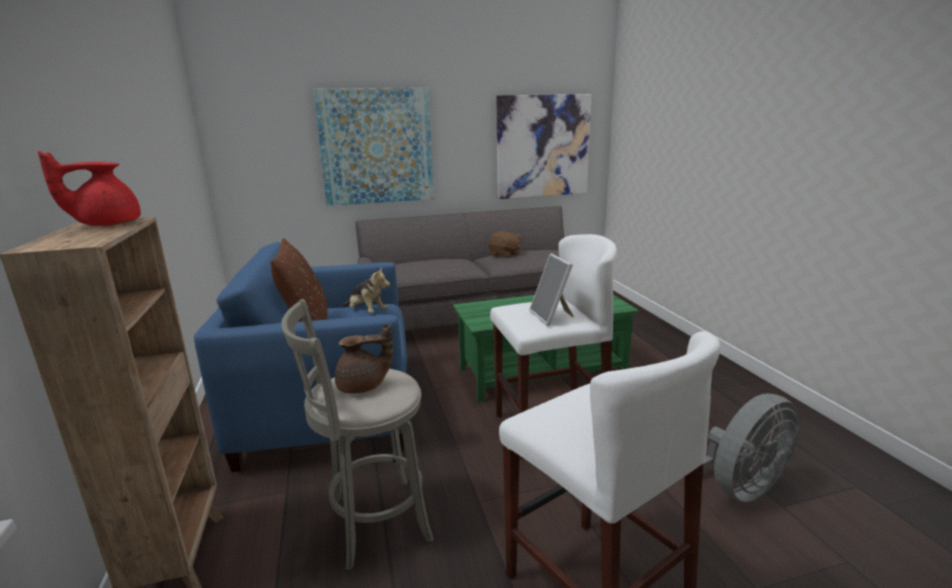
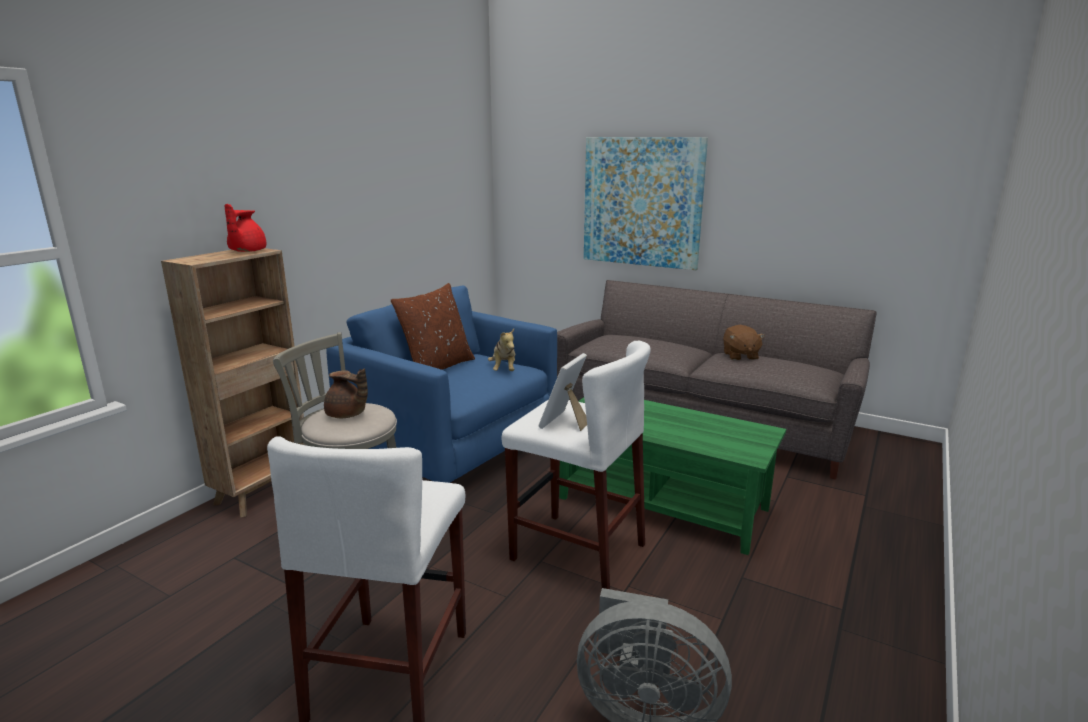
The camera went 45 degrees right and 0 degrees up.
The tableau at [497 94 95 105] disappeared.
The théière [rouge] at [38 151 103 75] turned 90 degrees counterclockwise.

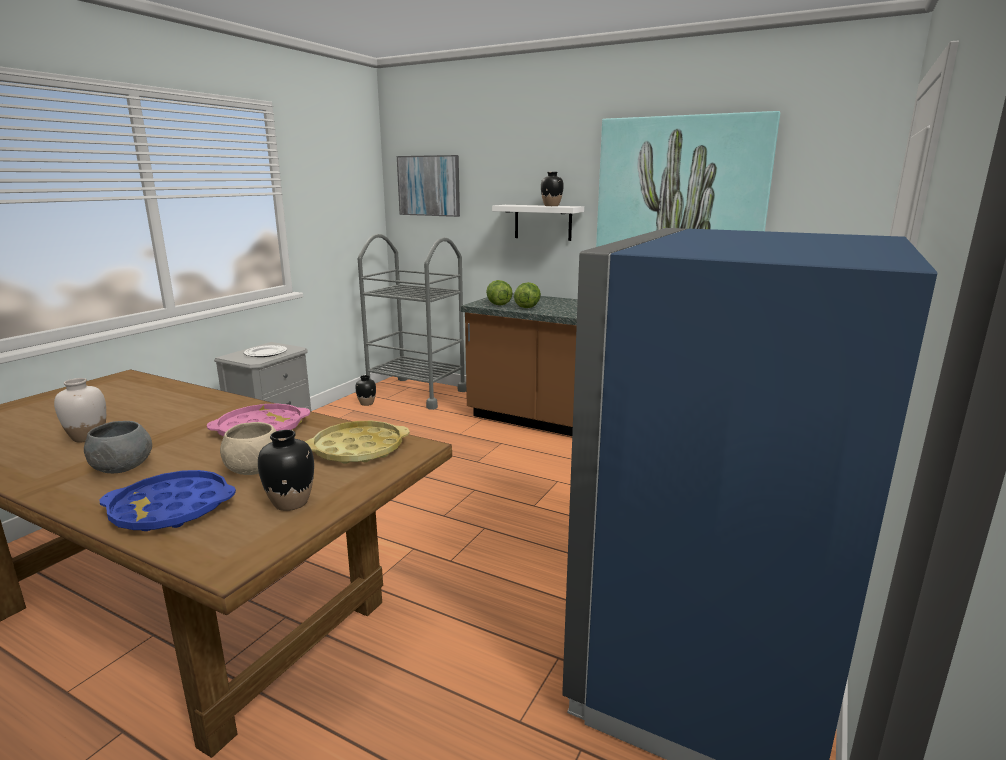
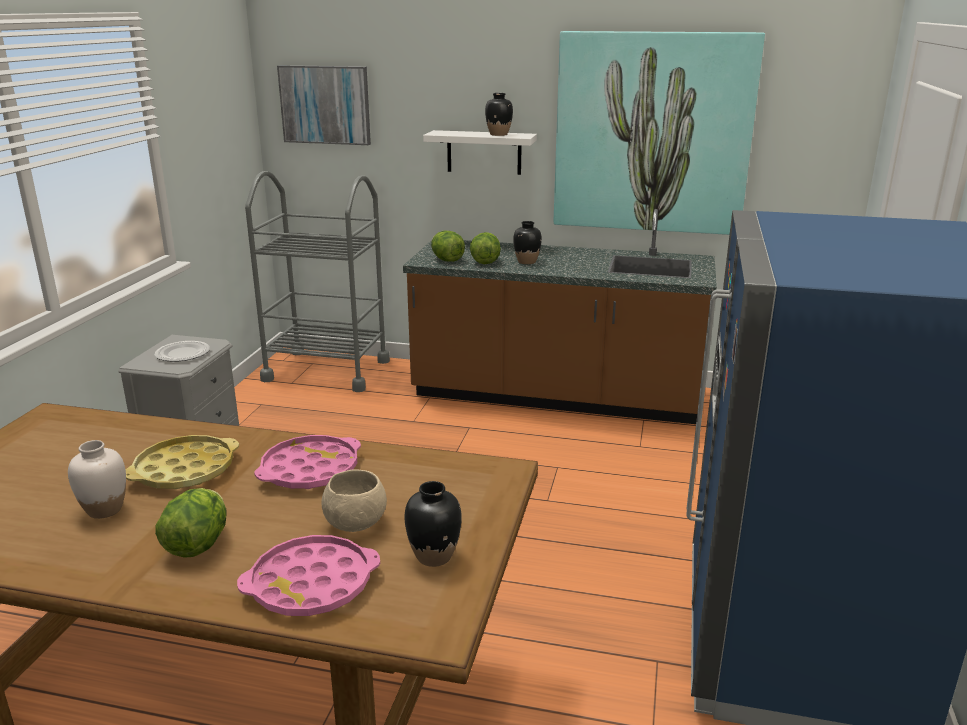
The camera went 15 degrees left and 5 degrees up.
The vase [noir] moved from [355 375 21 31] to [513 221 29 43].
The bol [gris] at [84 421 68 52] was replaced by the laitue at [155 488 72 70].
The plateau [jaune] moved from [305 421 105 43] to [125 435 114 54].
The plateau [bleu] at [100 470 136 61] became the plateau [rose] at [237 535 143 81].

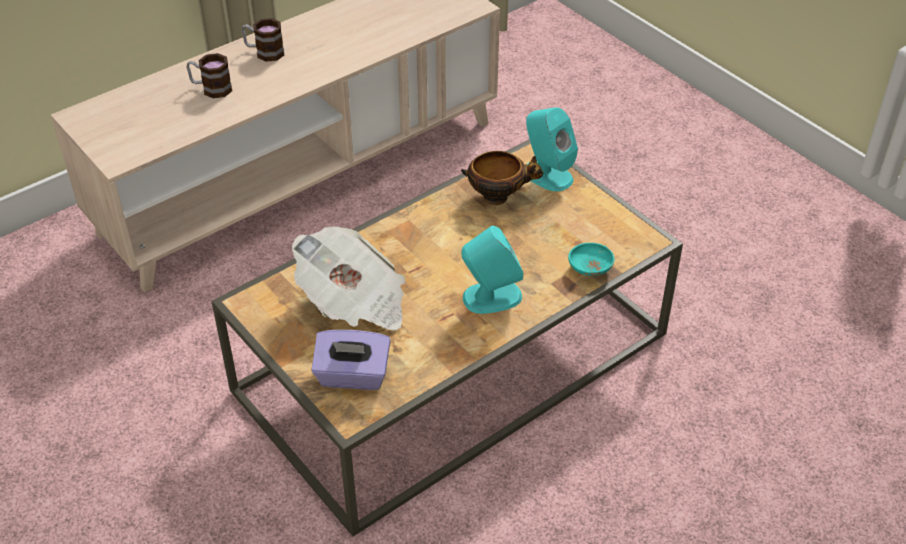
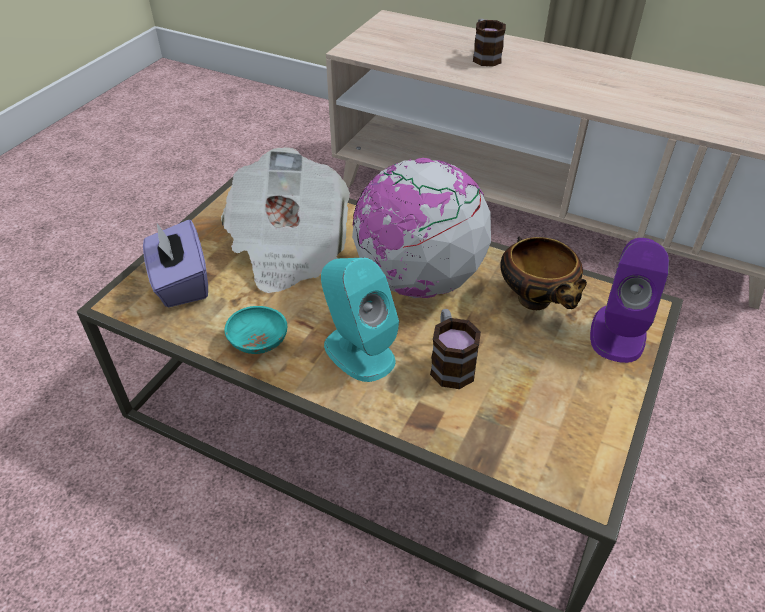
The camera went 65 degrees right and 0 degrees up.
The mug moved from [242 18 42 44] to [430 309 51 80].
The enceinte [turquoise] at [526 107 52 84] became the enceinte [violet] at [590 238 79 125].
The bol [turquoise] moved from [568 243 47 33] to [224 306 63 48].
The globe at [352 158 139 140] appeared.

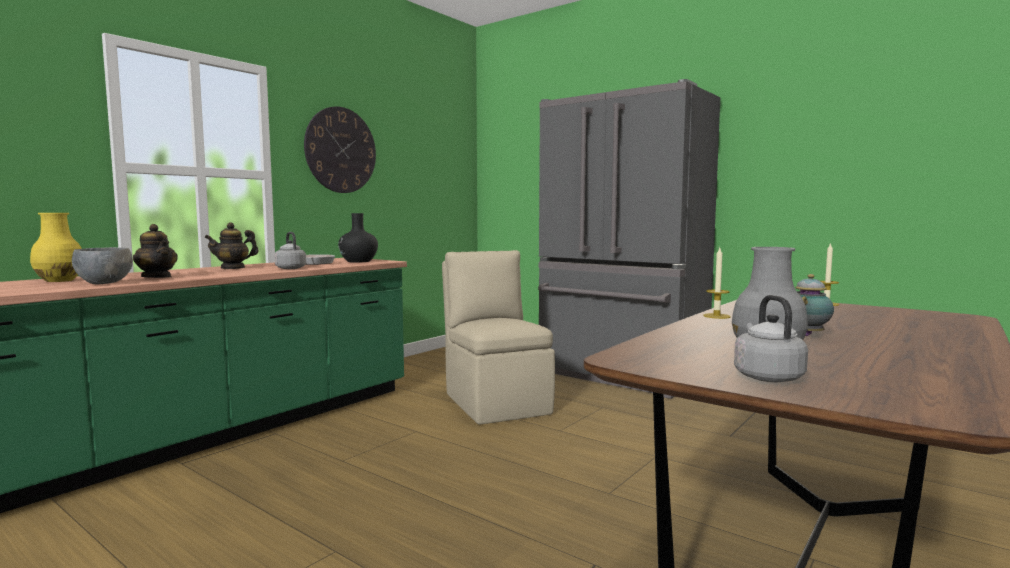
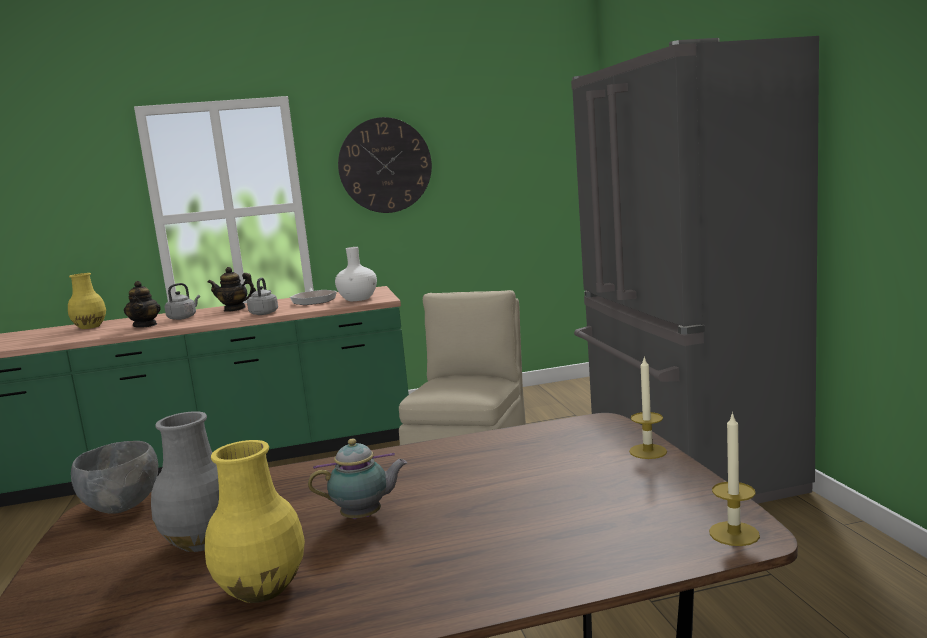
The camera went 40 degrees right and 5 degrees up.
The vase [noir] at [338 213 40 50] became the vase [blanc] at [335 247 42 54].
The bol [gris] moved from [72 247 61 37] to [71 441 87 73].
The bougie moved from [703 248 28 71] to [709 412 51 134].
The bouilloire [gris] moved from [734 295 74 87] to [165 283 35 37].
The vase [jaune] at [205 440 100 163] appeared.

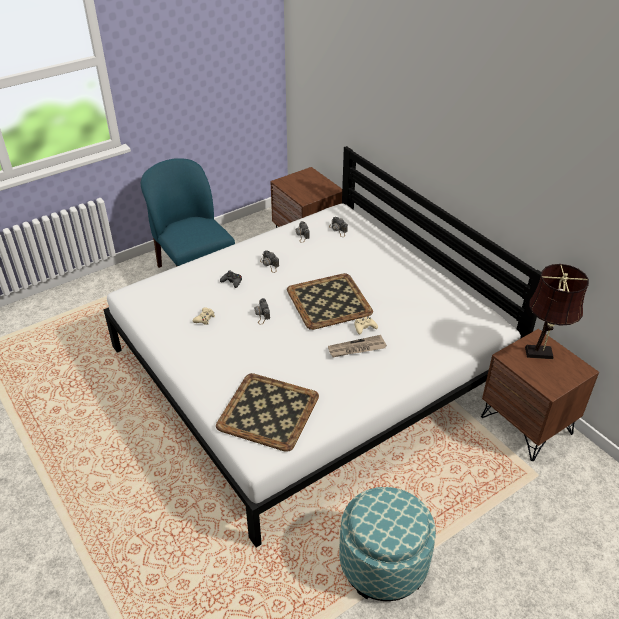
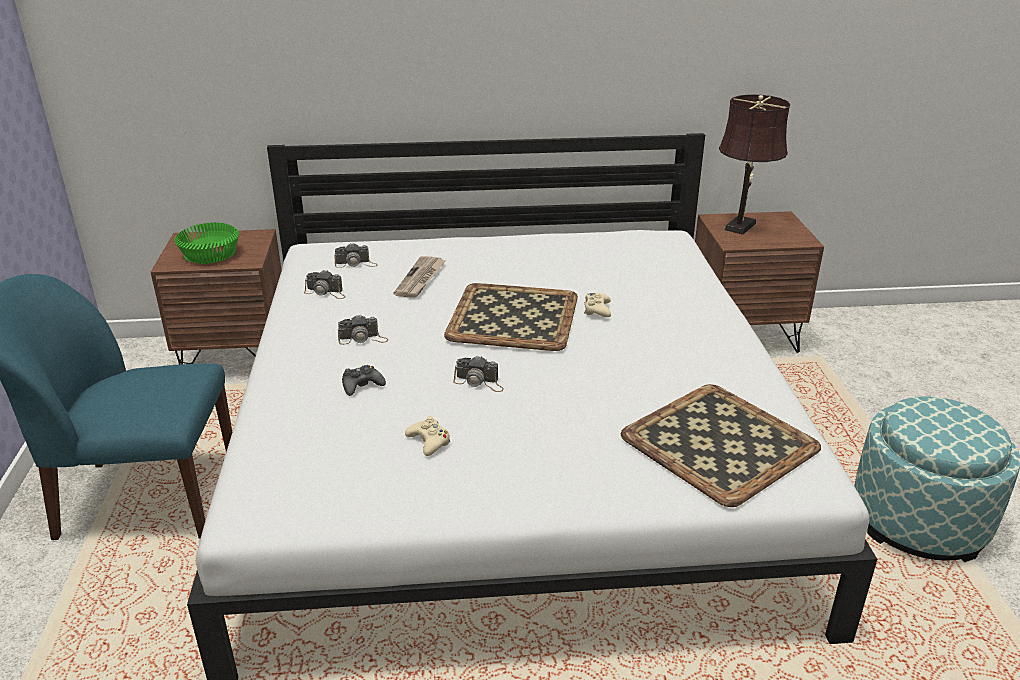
The camera went 60 degrees left and 10 degrees down.
The journal moved from [328 335 59 23] to [394 256 52 42].
The bol [vert] at [175 222 64 42] appeared.

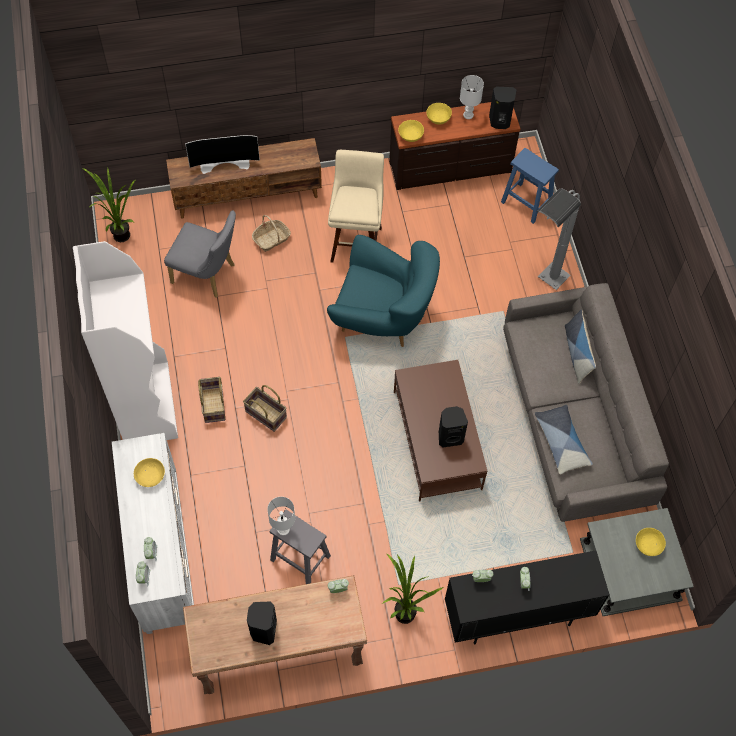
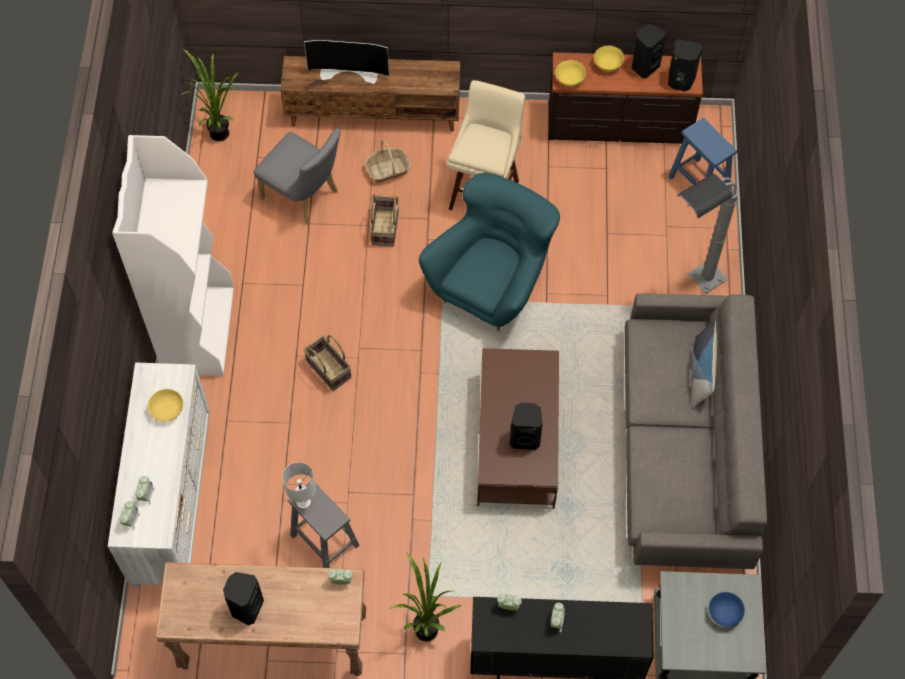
The camera went 15 degrees right and 0 degrees up.
The lampe de table [blanc] at [460 75 24 44] was replaced by the enceinte [noir] at [632 24 34 54].
The fauteuil [turquoise] at [327 235 113 112] turned 90 degrees counterclockwise.
The panier moved from [198 377 27 46] to [370 194 29 52].
The coussin at [535 405 58 70] disappeared.
The bol [jaune] at [636 528 30 28] became the bol [bleu] at [709 592 36 35].

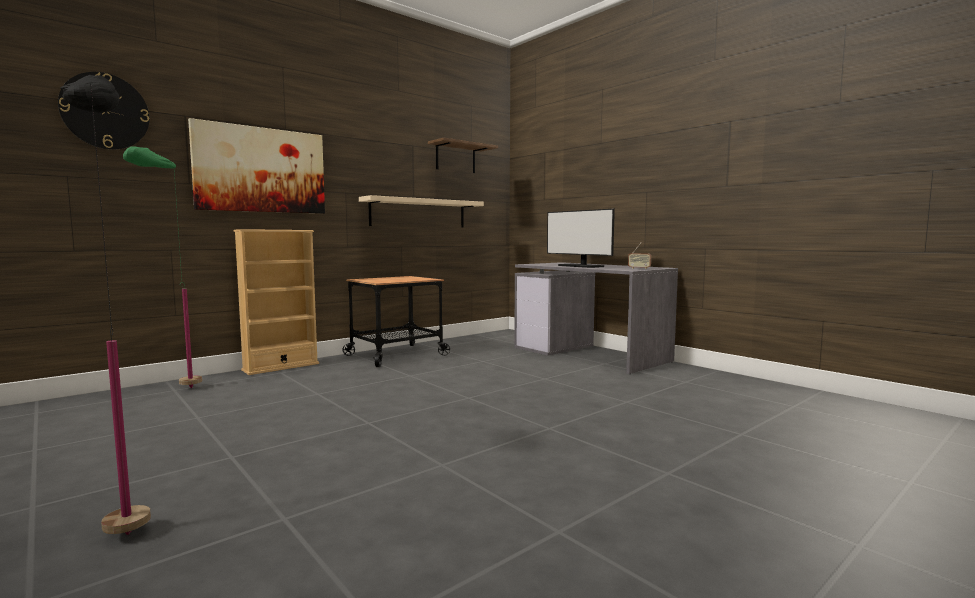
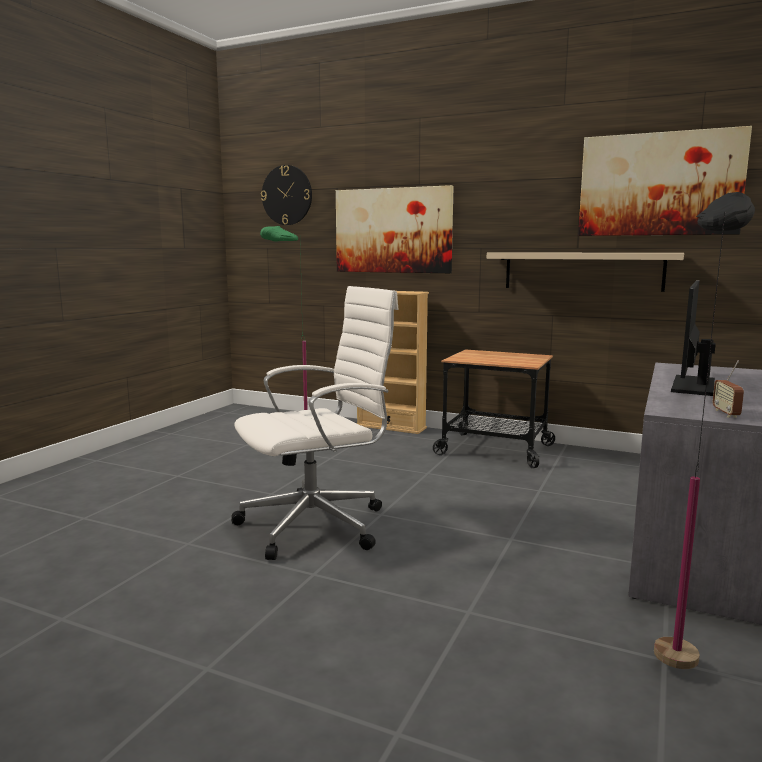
The camera went 65 degrees right and 5 degrees up.
The lampadaire [noir] moved from [60 75 91 460] to [654 192 101 477].
The étagère at [428 138 70 35] was replaced by the tableau at [578 126 174 110].
The chaise de bureau [blanc] at [231 286 168 274] appeared.

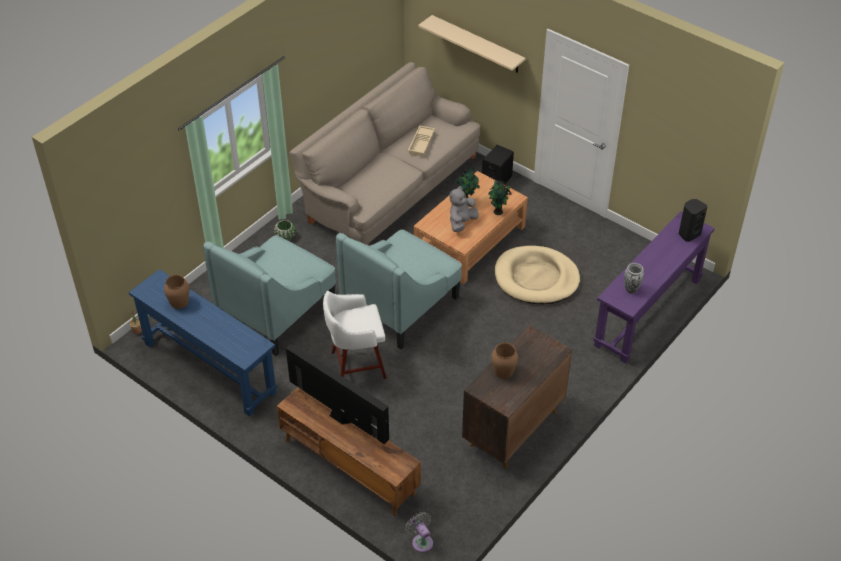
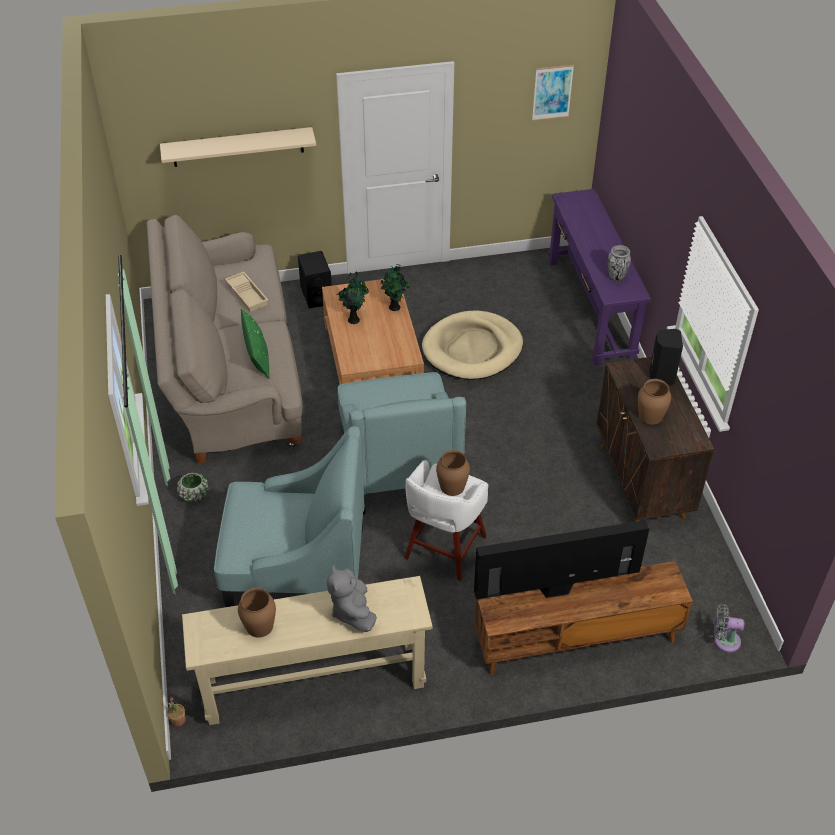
The camera went 50 degrees left and 0 degrees up.
The peluche [gris] moved from [449 186 30 46] to [327 565 50 67].
The enceinte [noir] moved from [679 199 28 43] to [649 329 34 57].
The fauteuil [turquoise] at [203 235 133 121] turned 75 degrees counterclockwise.
The table console [bleu] at [129 269 148 148] became the table console [beige] at [182 576 250 149].
The tableau at [532 64 42 57] appeared.
The coussin [vert] at [241 308 29 71] appeared.
The vase [marron] at [436 450 34 46] appeared.

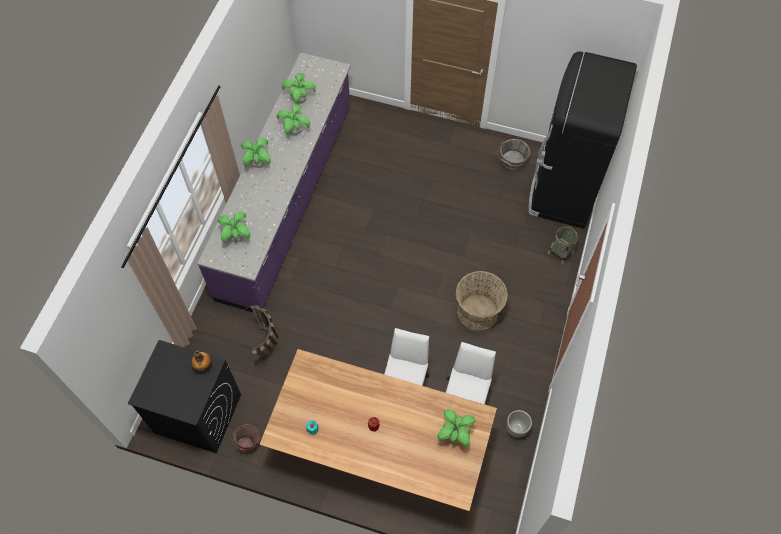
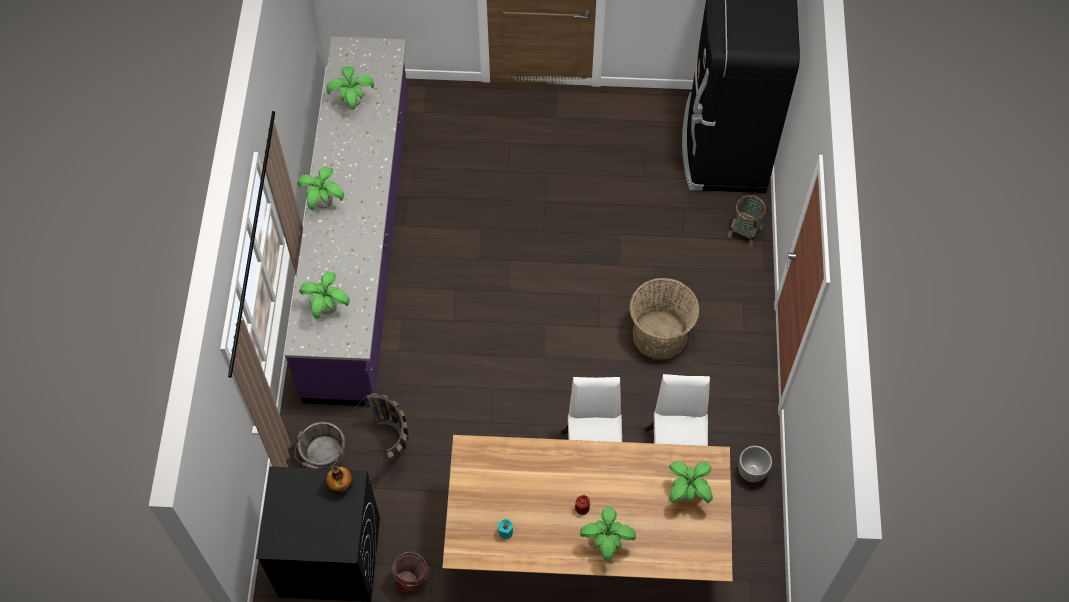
The camera went 15 degrees left and 0 degrees up.
The plante en pot moved from [277 104 33 31] to [580 507 56 54].
The seau [gris] moved from [497 139 33 32] to [294 422 51 47].

